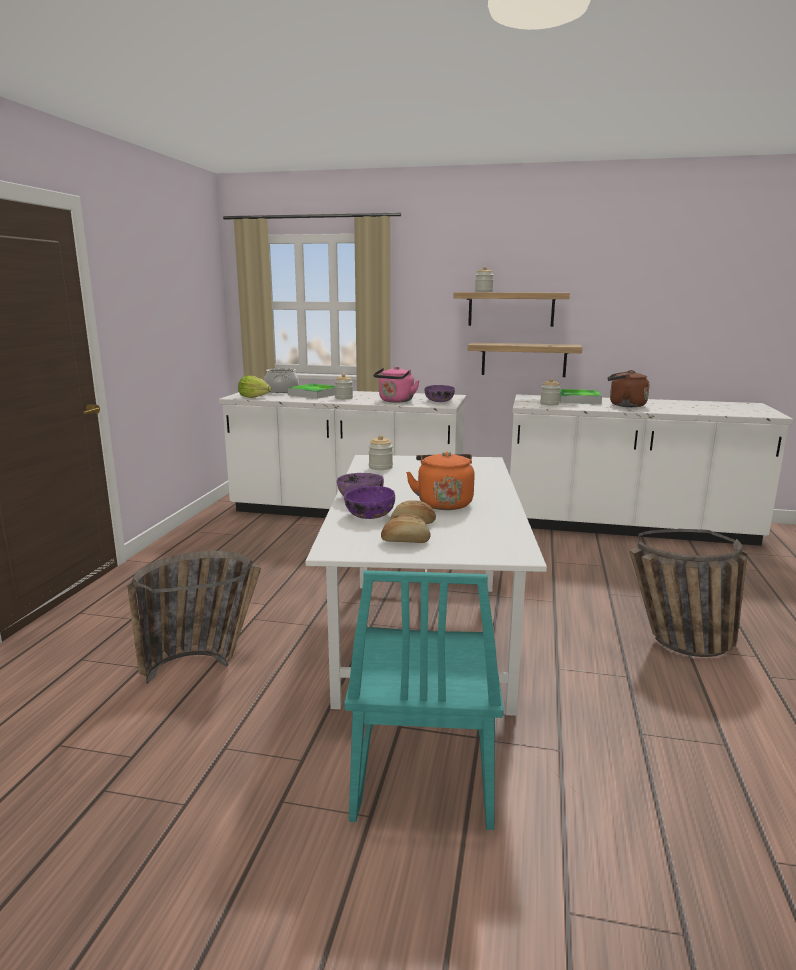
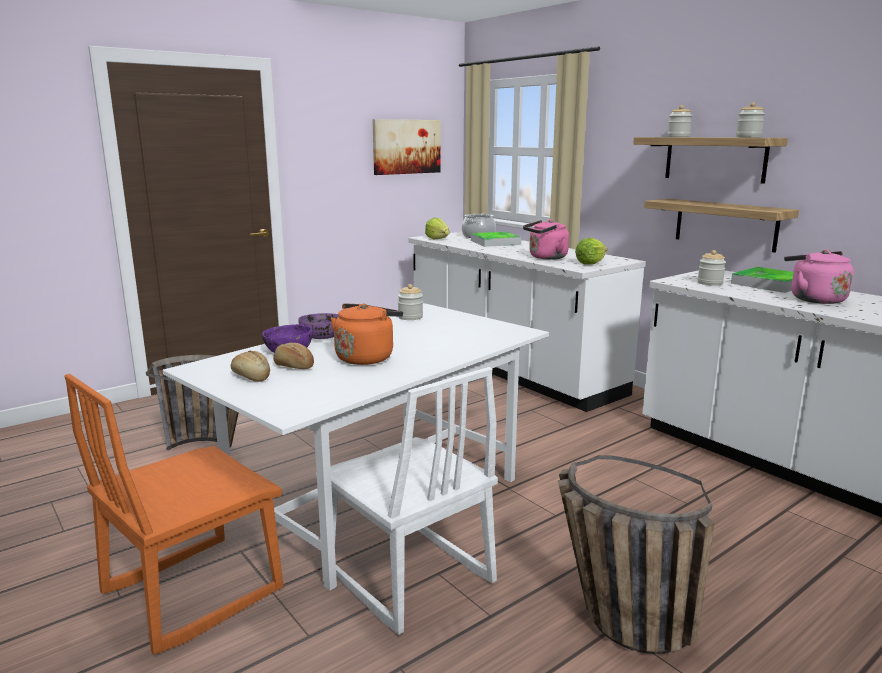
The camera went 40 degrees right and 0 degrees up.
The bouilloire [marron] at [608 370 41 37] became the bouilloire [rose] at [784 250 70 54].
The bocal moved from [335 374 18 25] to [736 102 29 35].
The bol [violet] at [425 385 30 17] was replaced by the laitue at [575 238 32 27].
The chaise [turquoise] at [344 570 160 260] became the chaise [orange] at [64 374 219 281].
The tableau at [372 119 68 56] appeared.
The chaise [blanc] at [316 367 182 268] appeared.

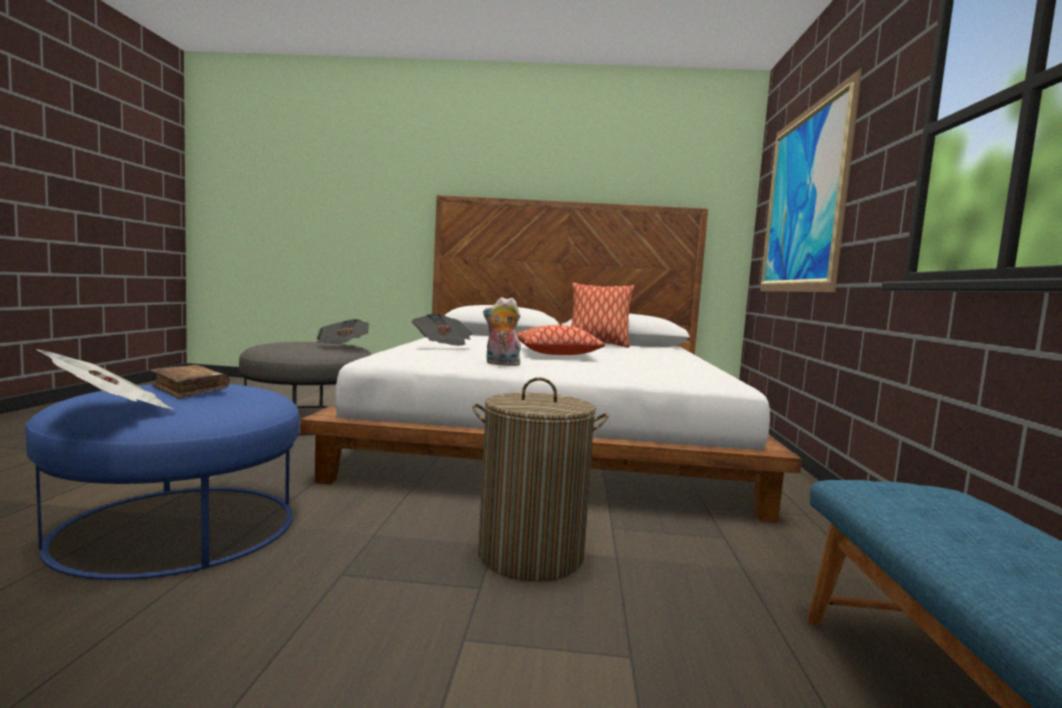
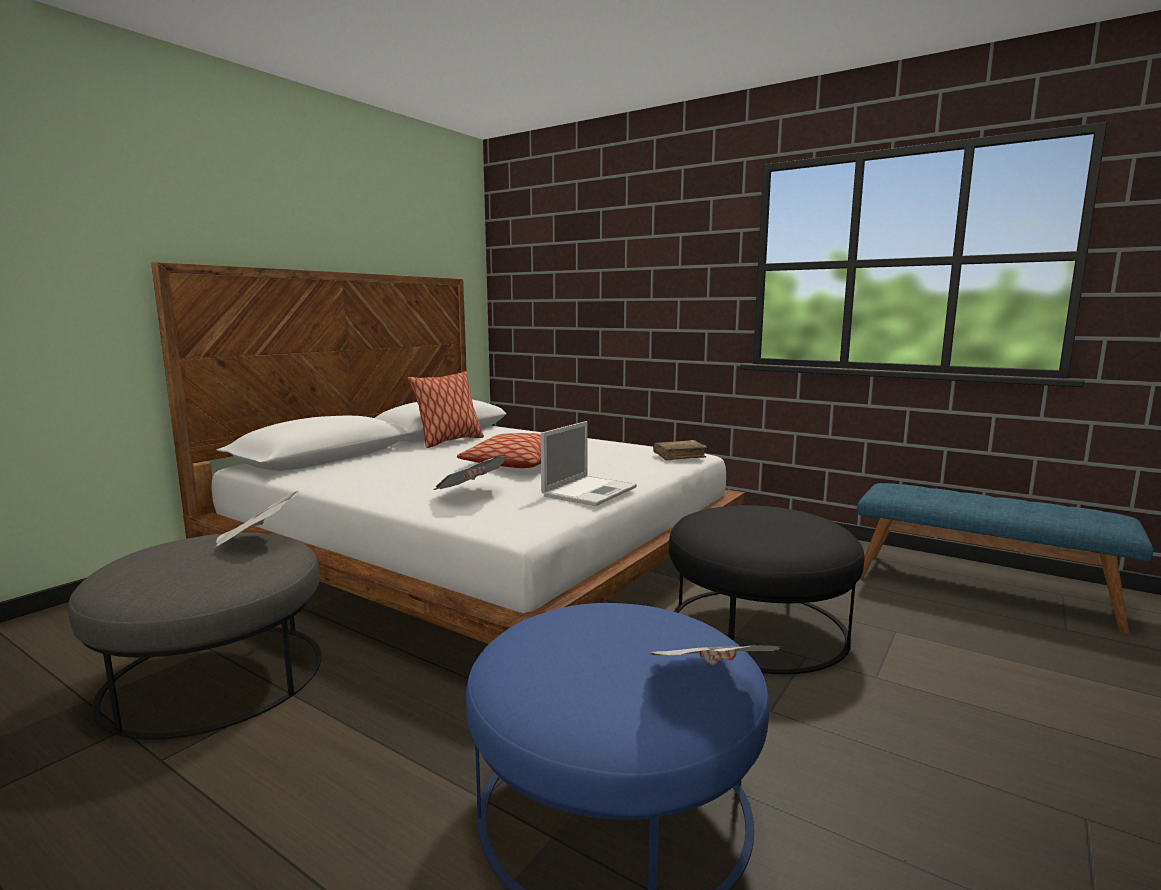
The camera went 60 degrees left and 5 degrees up.
The tableau at [760 68 102 224] disappeared.
The peluche at [483 297 38 69] was replaced by the ordinateur portable at [541 421 96 85].
The livre [marron] moved from [150 365 80 34] to [653 440 54 20].
The panier à linge at [472 377 137 204] was replaced by the pouf [noir] at [669 505 196 169].

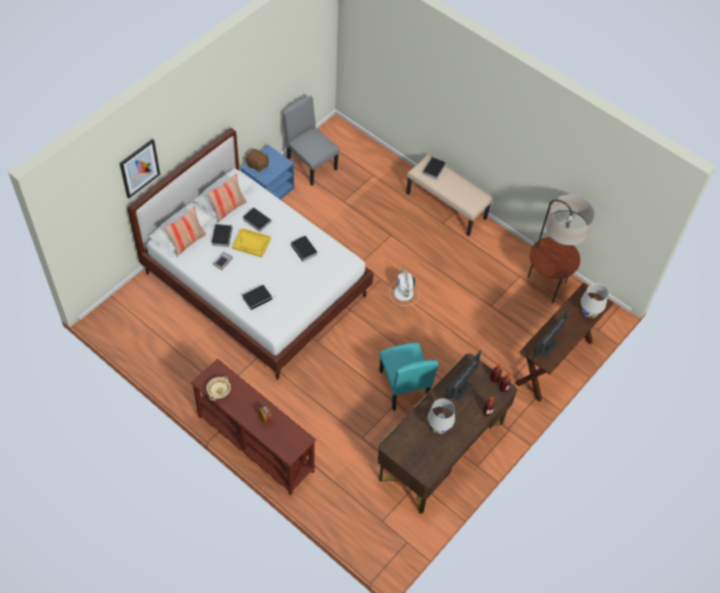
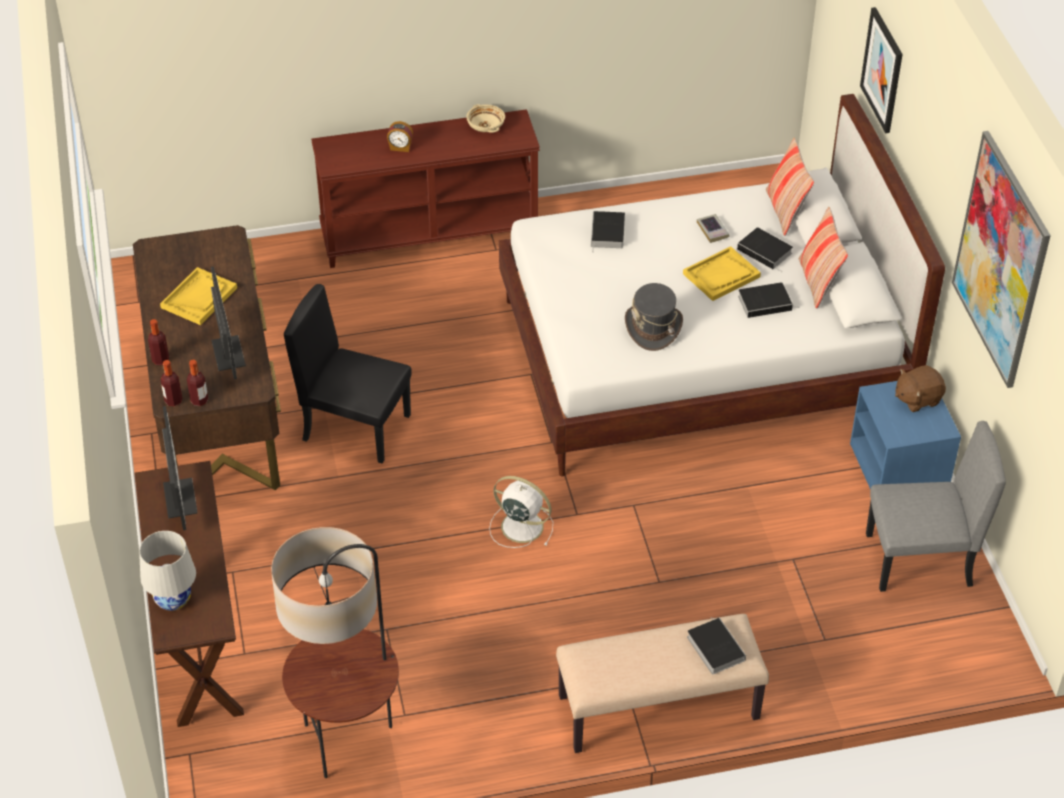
The camera went 130 degrees right and 10 degrees down.
The livre at [291 236 26 28] was replaced by the chapeau [gris] at [625 283 58 68].
The chaise [turquoise] at [379 343 60 68] became the chaise [noir] at [284 284 128 180].
The lampe de table [blanc] at [428 398 27 36] was replaced by the plateau [jaune] at [160 267 77 58].
The tableau at [952 131 99 257] appeared.

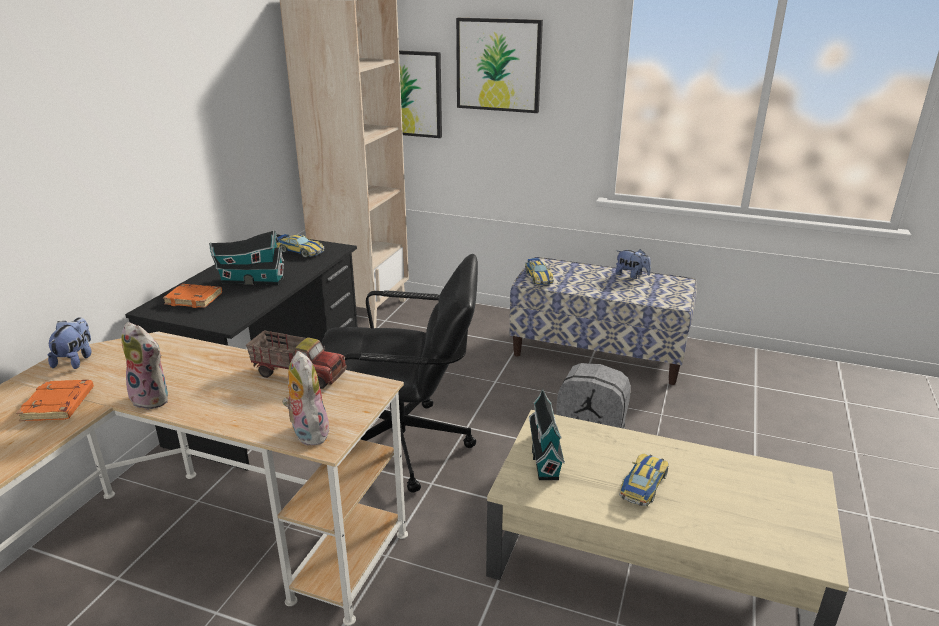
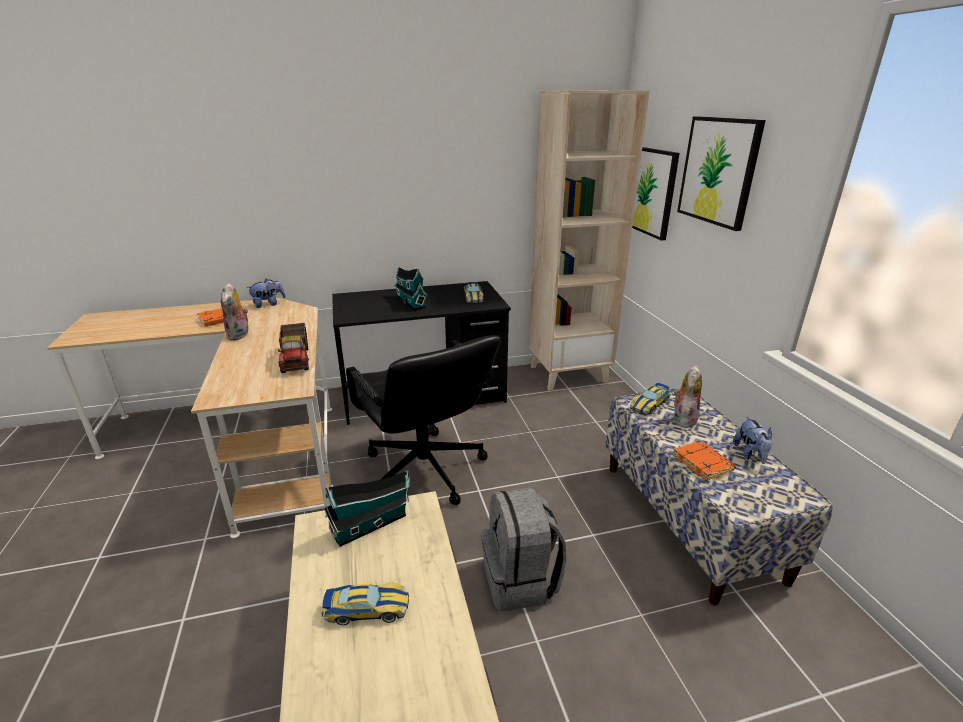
The camera went 55 degrees right and 0 degrees up.
The livre [orange] moved from [163 284 59 24] to [673 441 63 40].
The peluche moved from [282 351 48 94] to [674 365 28 63].

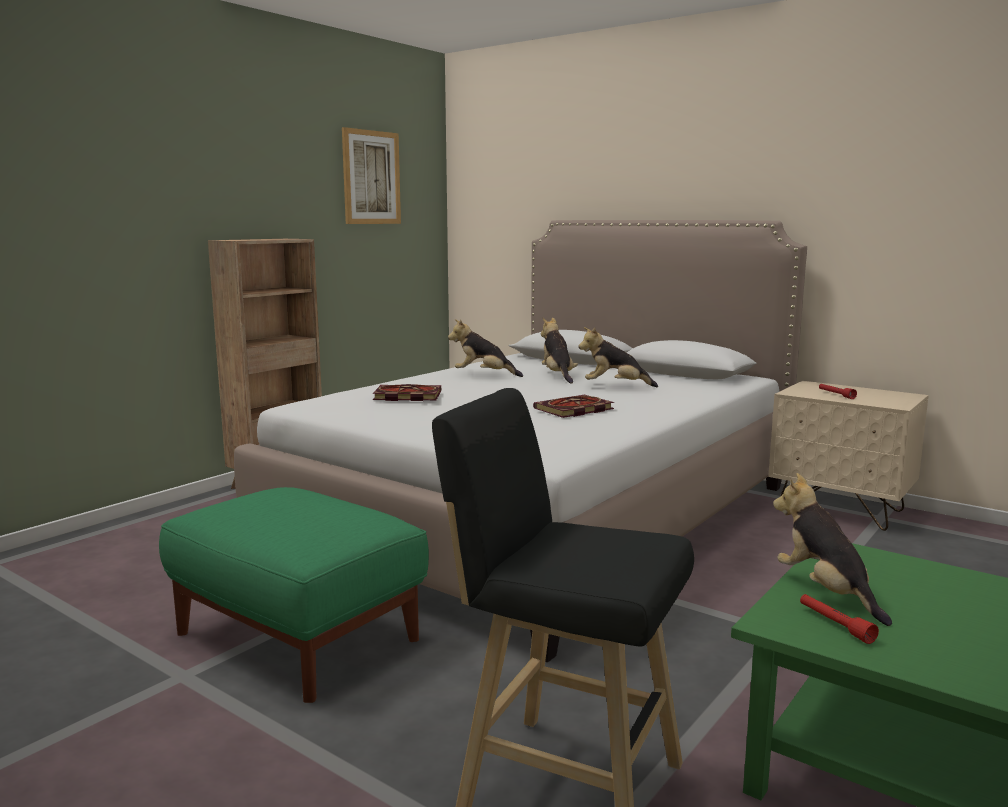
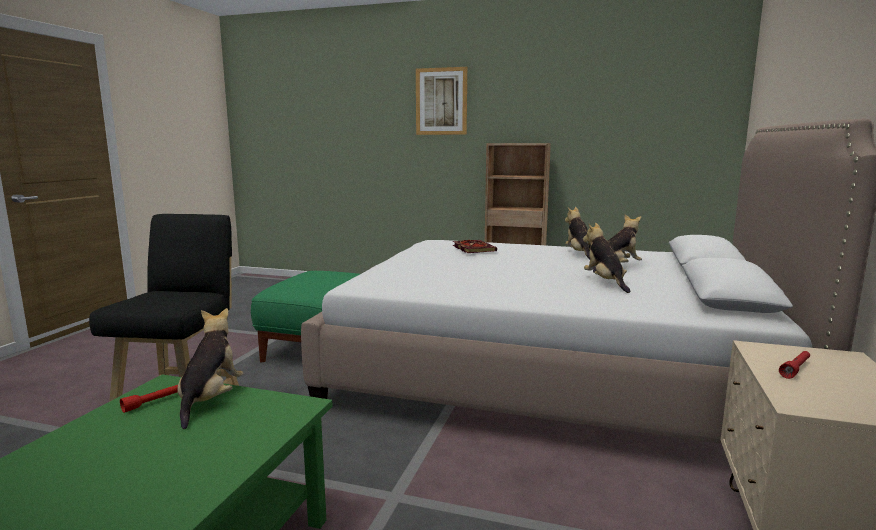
The camera went 70 degrees right and 0 degrees up.
The tableau moved from [342 127 59 97] to [416 67 51 68].
The livre at [533 395 81 23] disappeared.
The peluche at [773 473 119 153] turned 45 degrees counterclockwise.

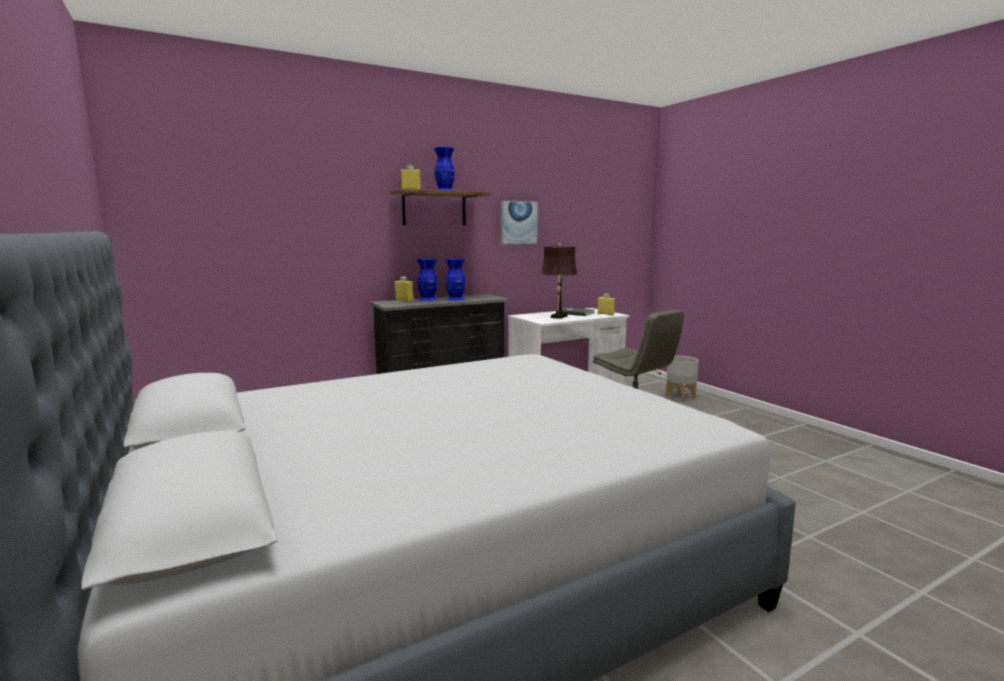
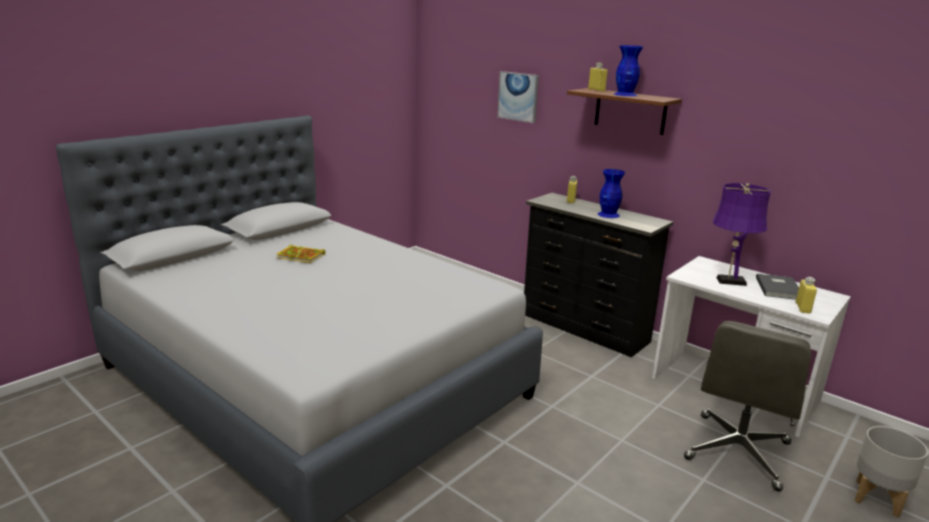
The camera went 70 degrees right and 10 degrees up.
The tableau moved from [500 200 38 45] to [497 71 42 52].
The lampe de table [marron] at [541 243 37 76] became the lampe de table [violet] at [713 183 58 103].
The vase [bleu] at [417 258 21 43] disappeared.
The livre at [276 245 49 18] appeared.

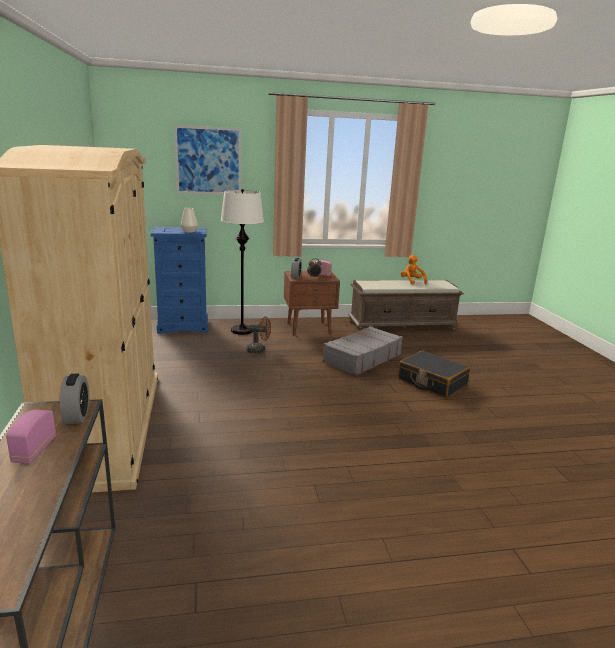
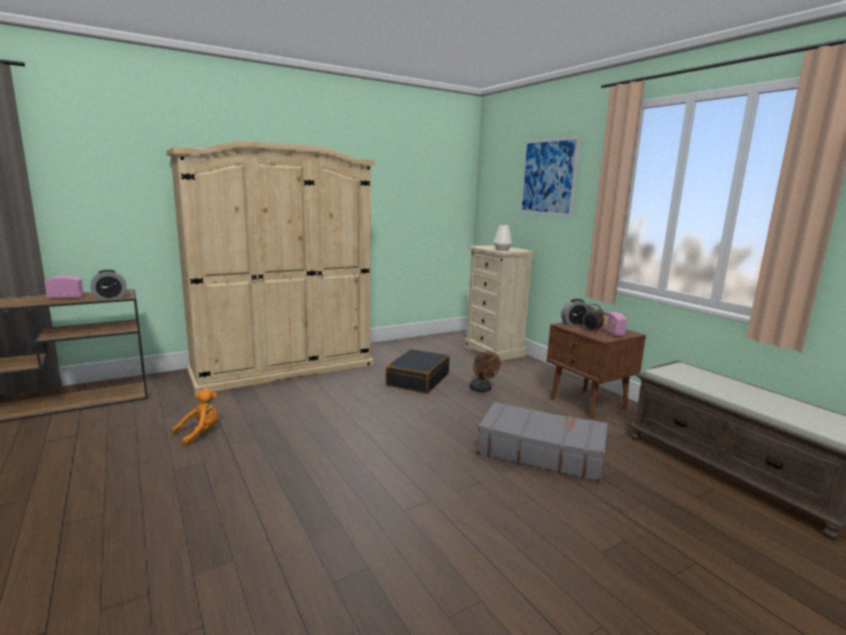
The camera went 70 degrees right and 5 degrees down.
The lampadaire [blanc] at [221 189 43 146] disappeared.
The commode [bleu] at [151 227 57 106] became the commode [beige] at [464 245 71 116].
The peluche [orange] moved from [401 255 26 30] to [172 388 47 58].
The valise [noir] moved from [398 350 72 48] to [386 349 64 45].

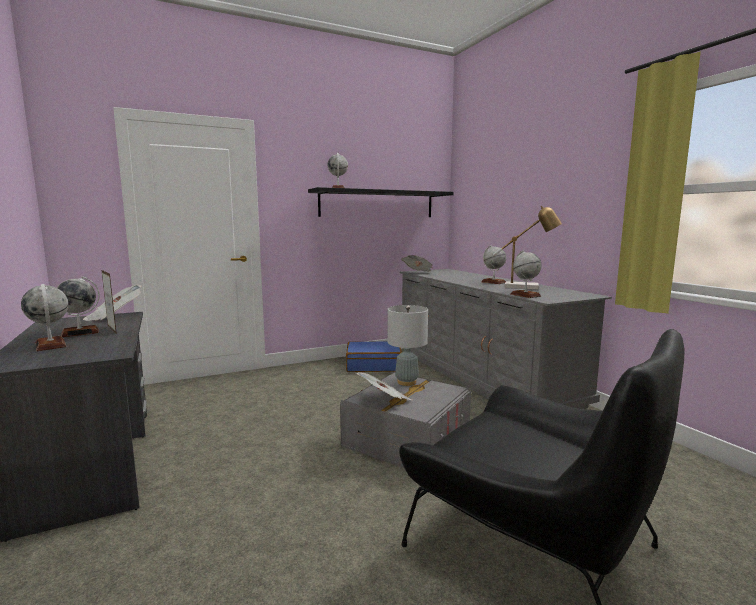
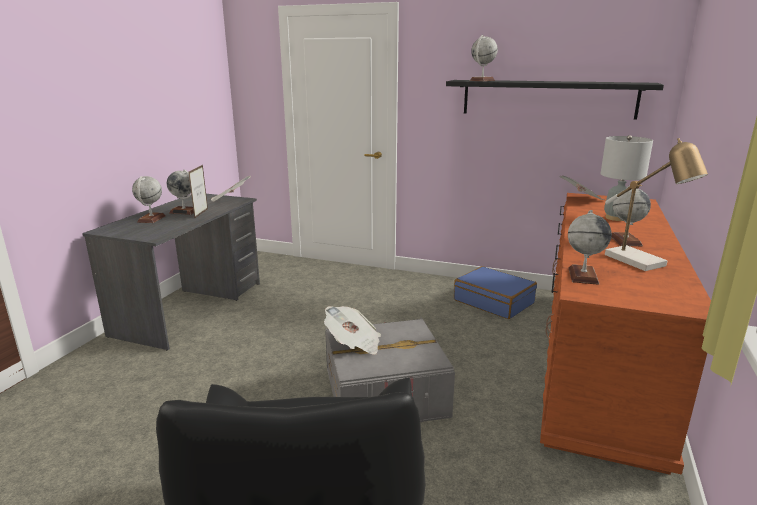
The camera went 45 degrees right and 10 degrees up.
The commode [gris] at [400 269 212 140] became the commode [marron] at [540 193 171 282].
The lampe de table [gris] moved from [387 305 41 81] to [600 135 53 86].

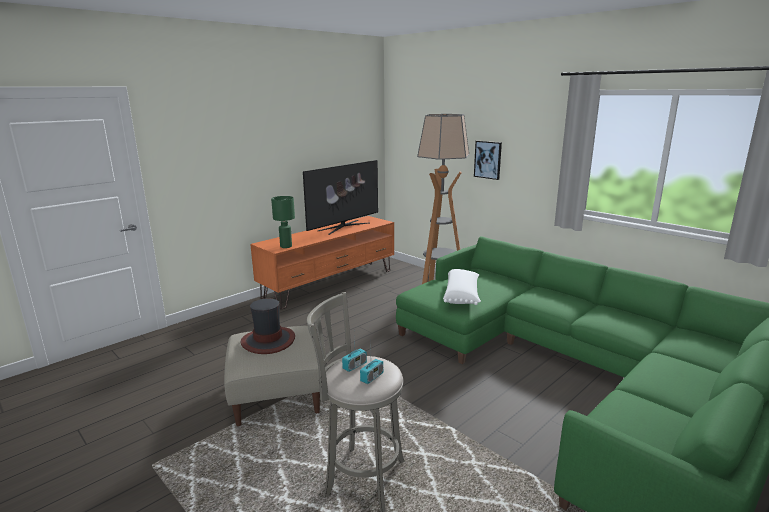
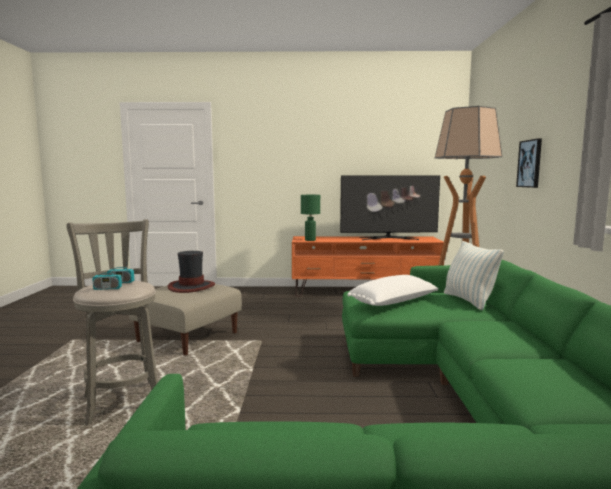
The camera went 45 degrees right and 10 degrees down.
The coussin at [444 241 60 69] appeared.

